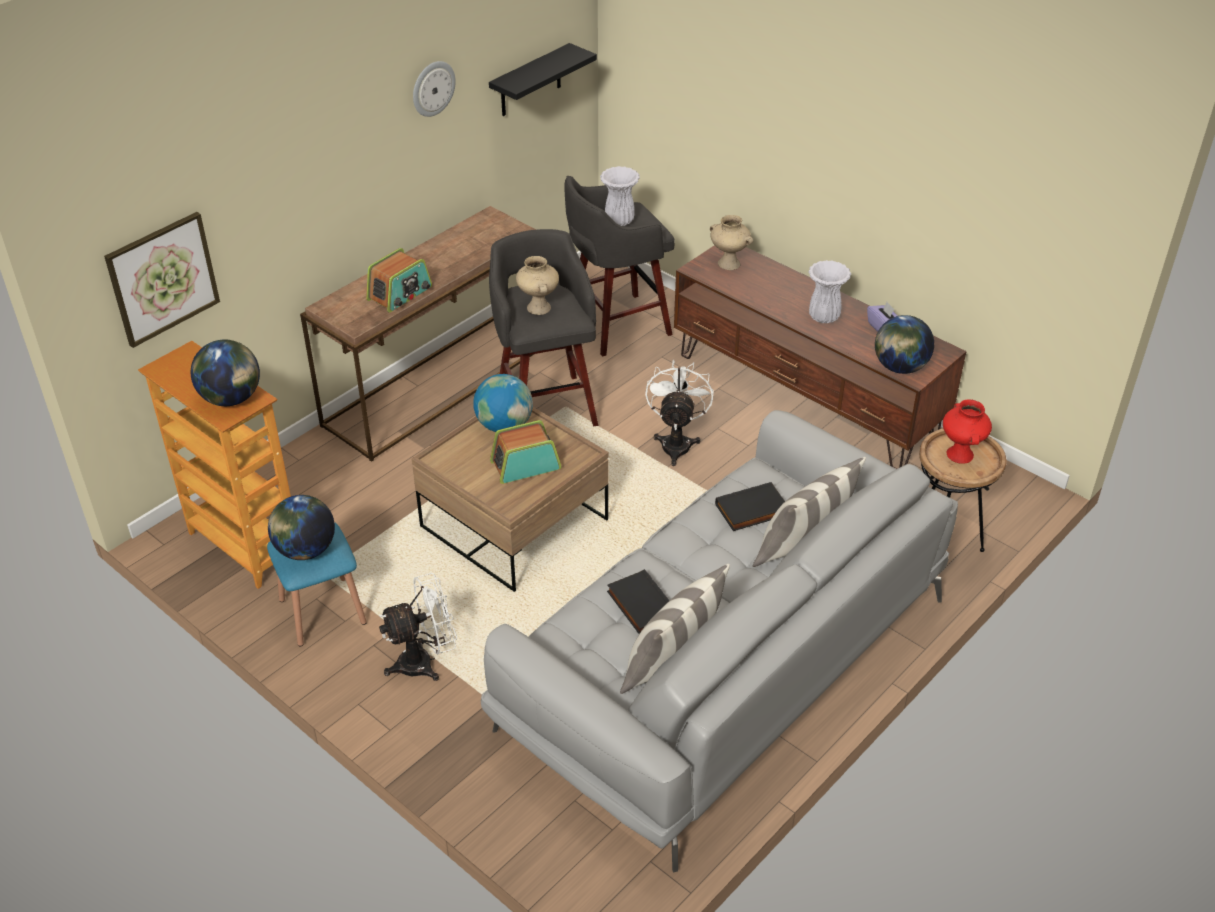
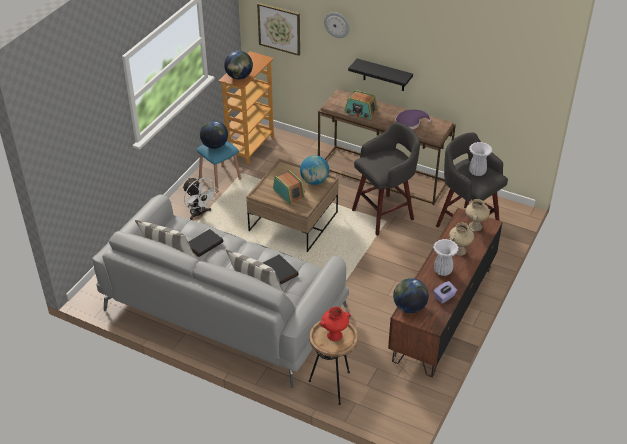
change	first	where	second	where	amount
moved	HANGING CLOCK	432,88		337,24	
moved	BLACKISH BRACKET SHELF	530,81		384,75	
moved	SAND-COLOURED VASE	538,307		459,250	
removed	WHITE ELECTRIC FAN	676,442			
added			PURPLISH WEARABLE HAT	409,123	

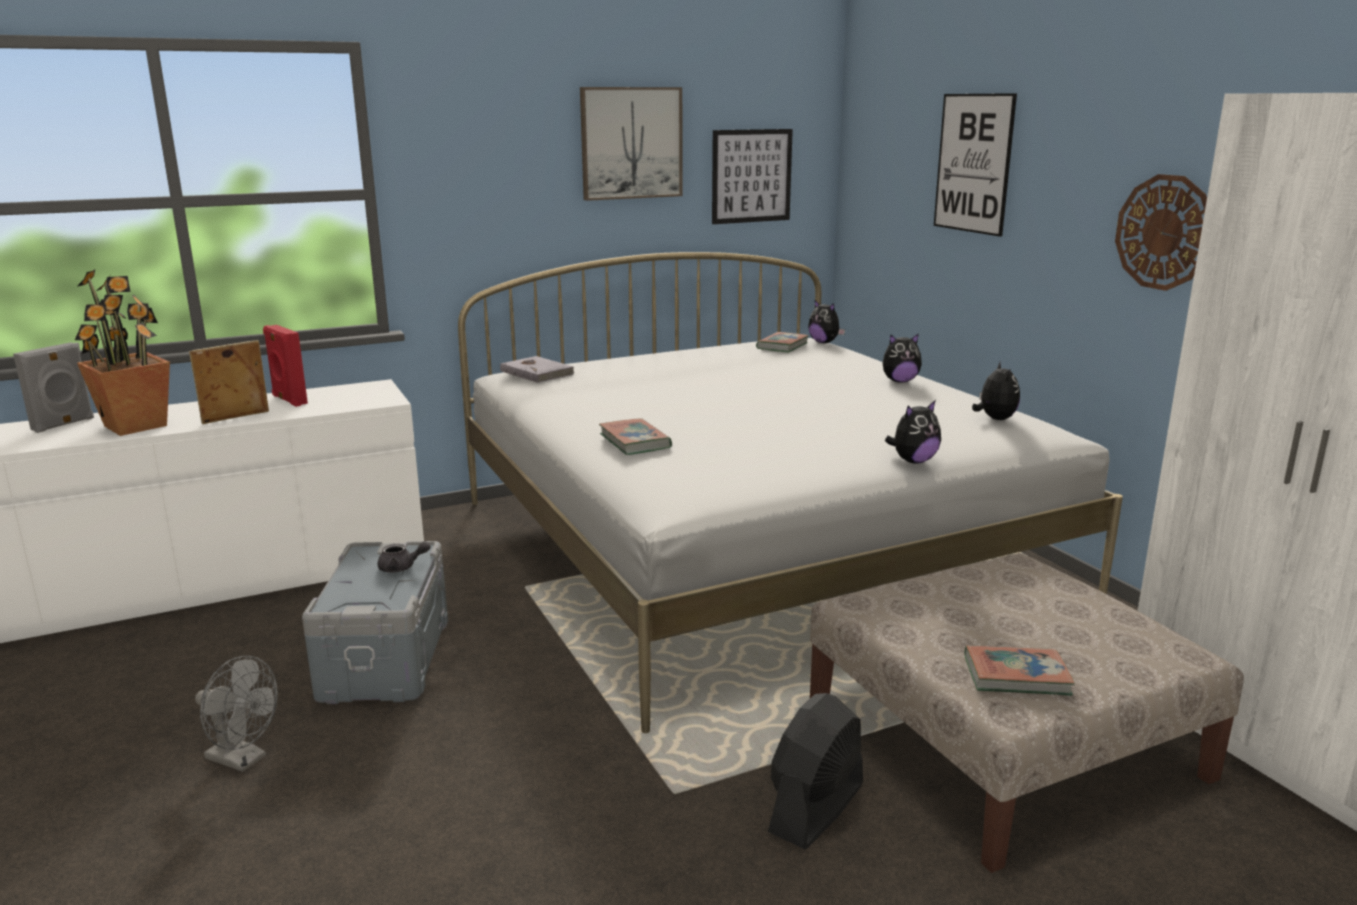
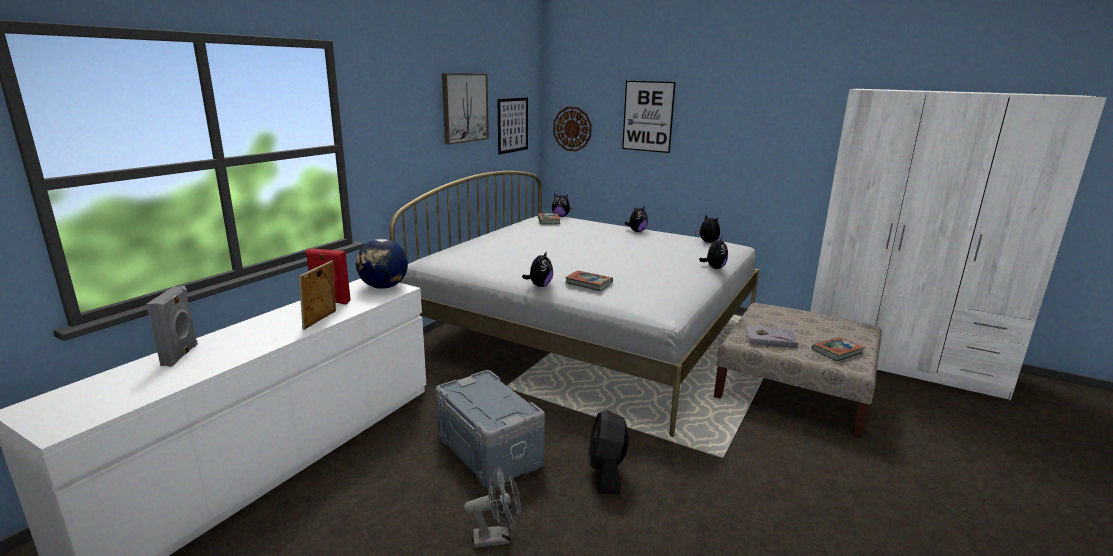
change	first	where	second	where	amount
removed	POTTED PLANT	136,425			
removed	GREYISH TEA POT	402,568			
moved	GREYISH VOLUME	537,372		769,338	
moved	BLACKISH ELECTRIC FAN	816,808		606,472	
moved	HANGING CLOCK	1164,232		572,129	
added			WORLD GLOBE	384,287	
added			SOFT TOY	539,285	

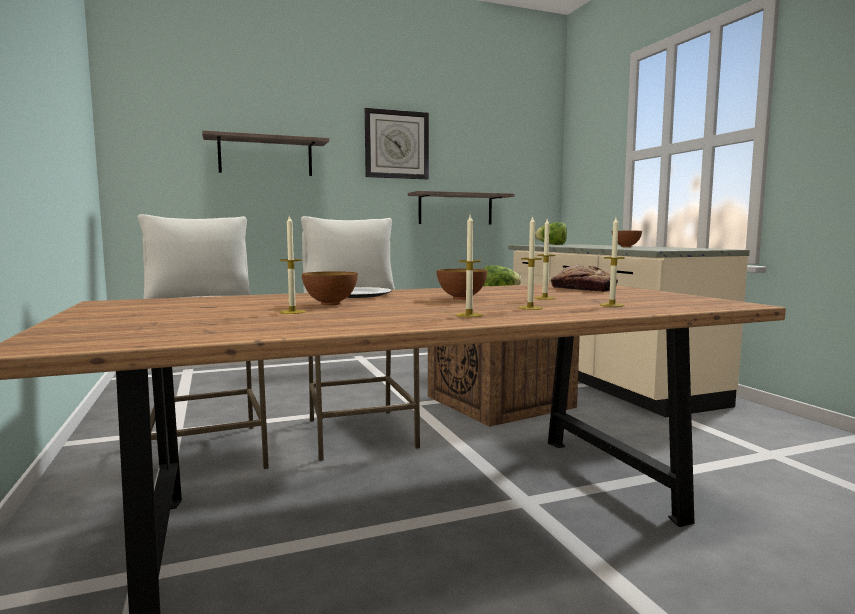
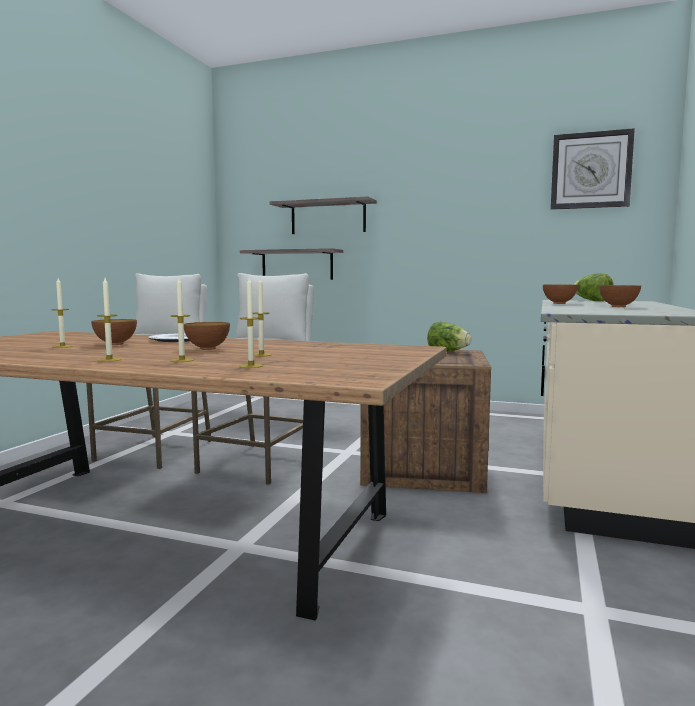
change	first	where	second	where	amount
moved	HANGING CLOCK	396,145		591,170	
moved	BRACKET SHELF	455,209		297,265	
removed	BAKERY BREAD	583,289			
added			BOWL	559,303	

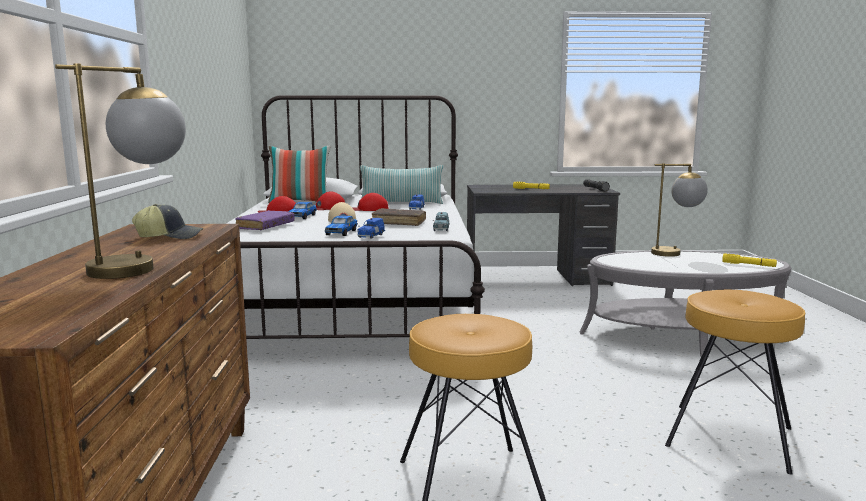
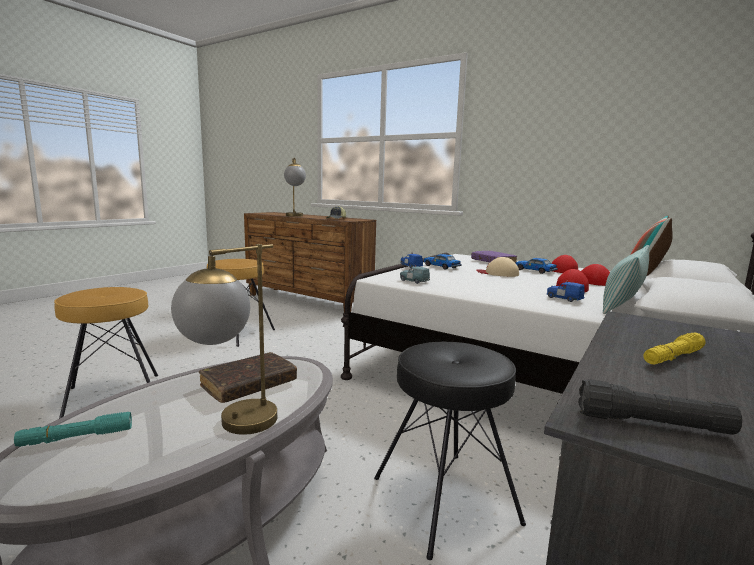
change	first	where	second	where	amount
moved	BROWN VOLUME	399,223		249,385	
recoloured	YELLOW HAND TORCH	748,265	TURQUOISE HAND TORCH	76,438	
added			BLACKISH SITTING STOOL	445,499	

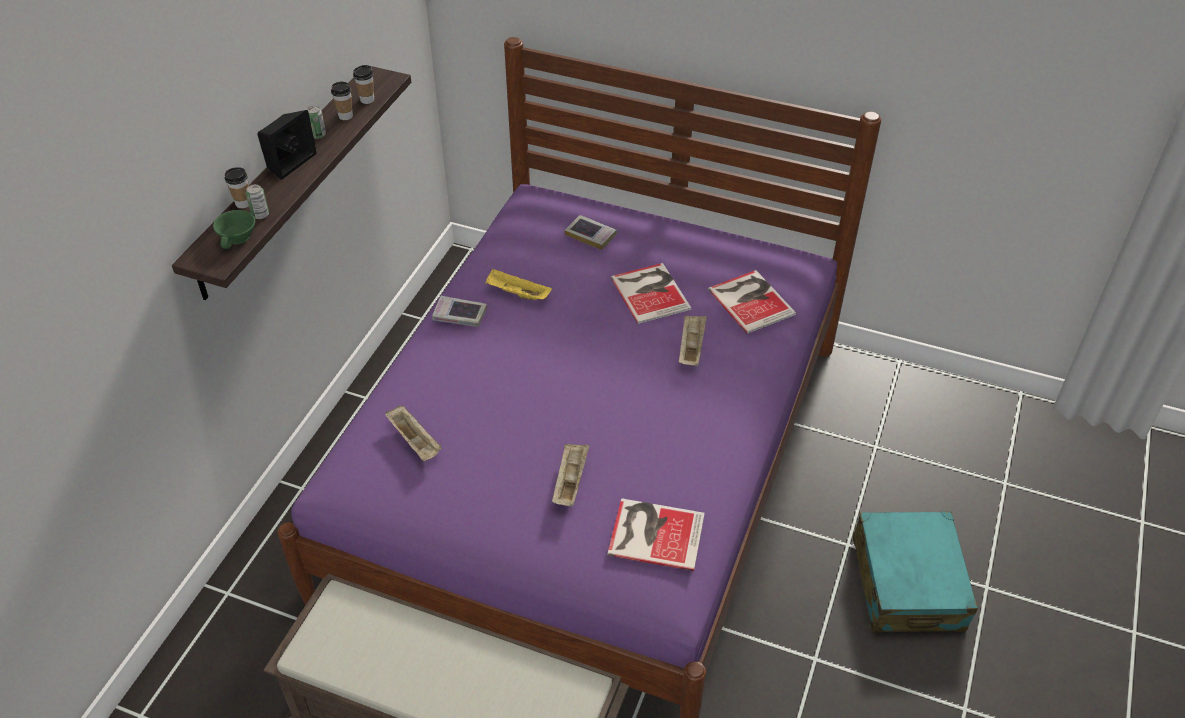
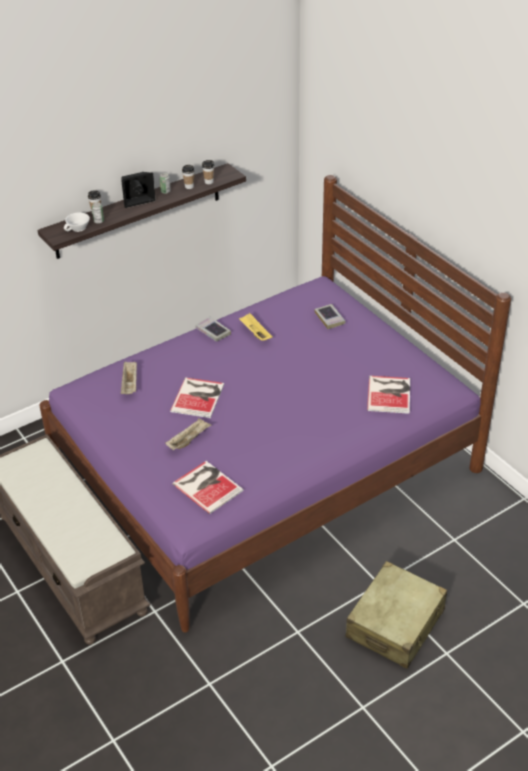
change	first	where	second	where	amount
recoloured	GREENISH DRINKING CUP	238,237	WHITE DRINKING CUP	78,228	
moved	VOLUME	651,292		199,397	
removed	SAND-COLOURED TRAY	691,347			
recoloured	TURQUOISE TRAVEL CASE	907,584	SAND-COLOURED TRAVEL CASE	395,624	

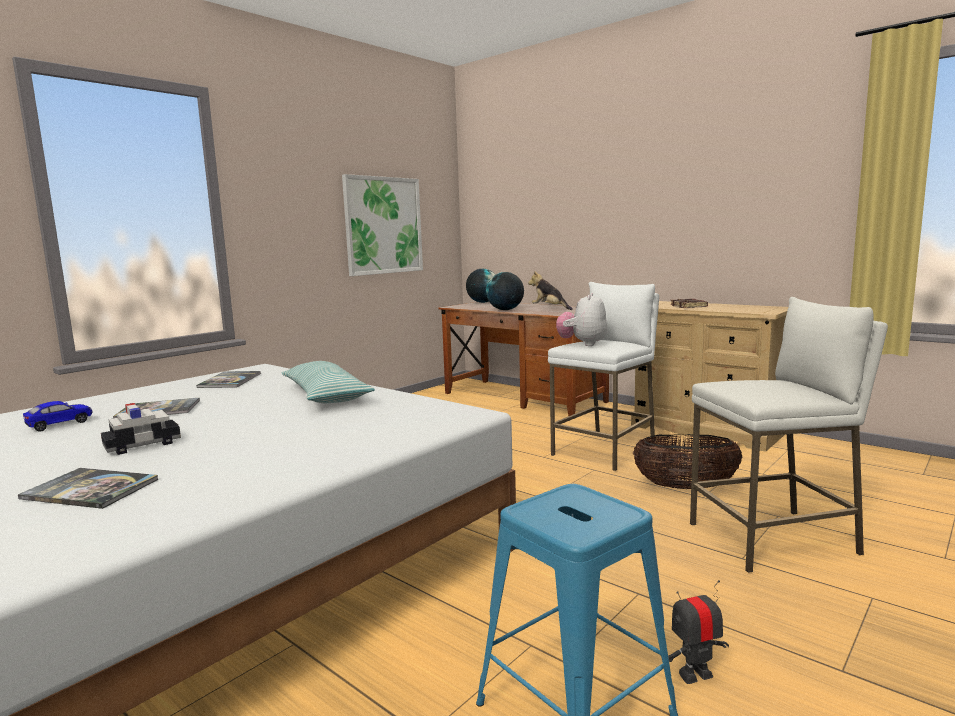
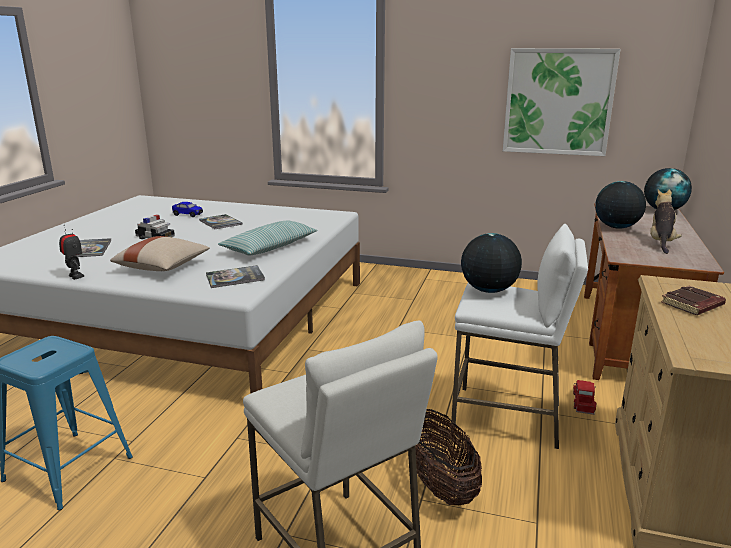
change	first	where	second	where	amount
moved	VOLUME	230,380		235,277	
replaced	SOFT TOY	582,344	WORLD GLOBE	488,290	
moved	TOY ROBOT	695,675		76,276	
added			SAND-COLOURED CUSHION	163,267	
added			TOY TRUCK	583,403	

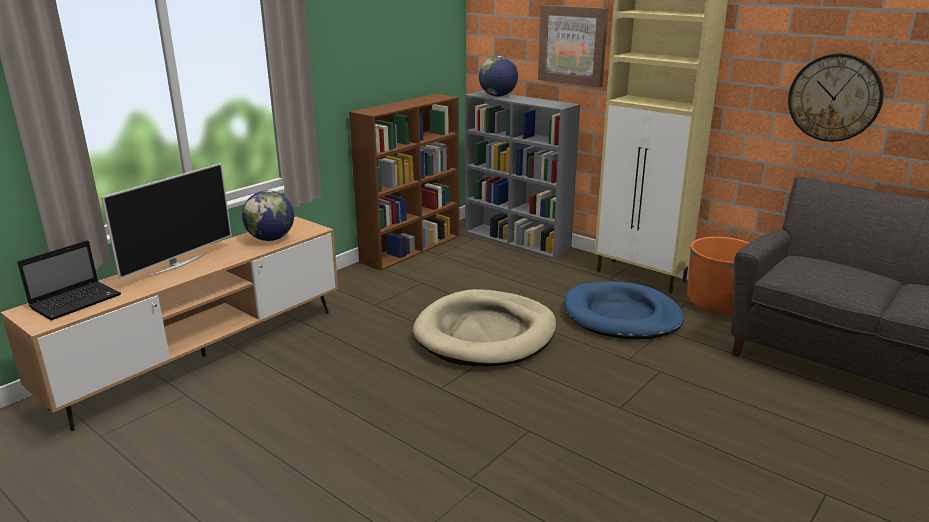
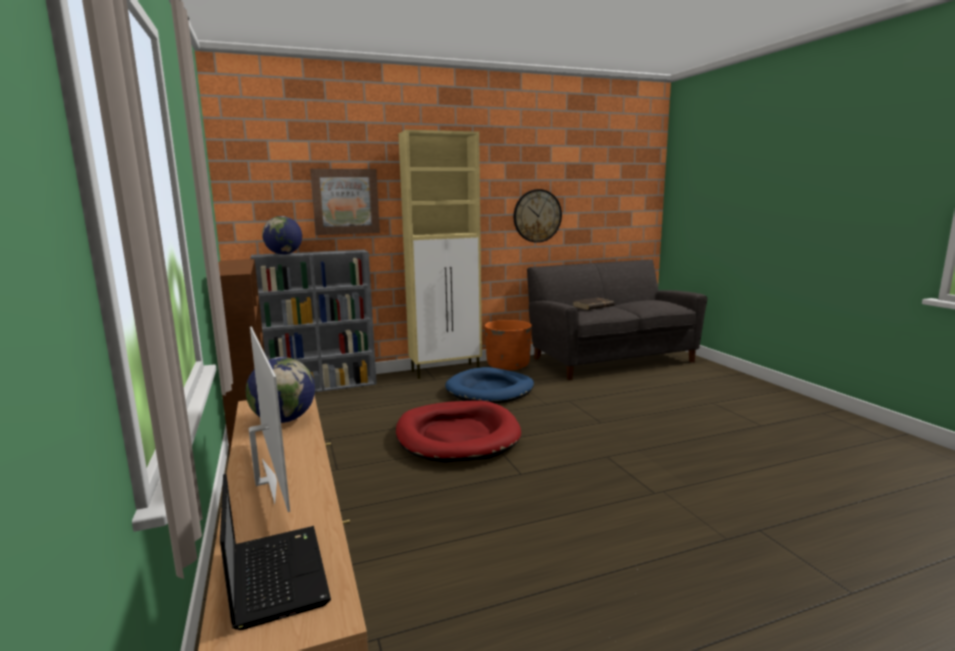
change	first	where	second	where	amount
recoloured	SAND-COLOURED PET BED	485,333	RED PET BED	457,436	
added			BROWN VOLUME	593,306	

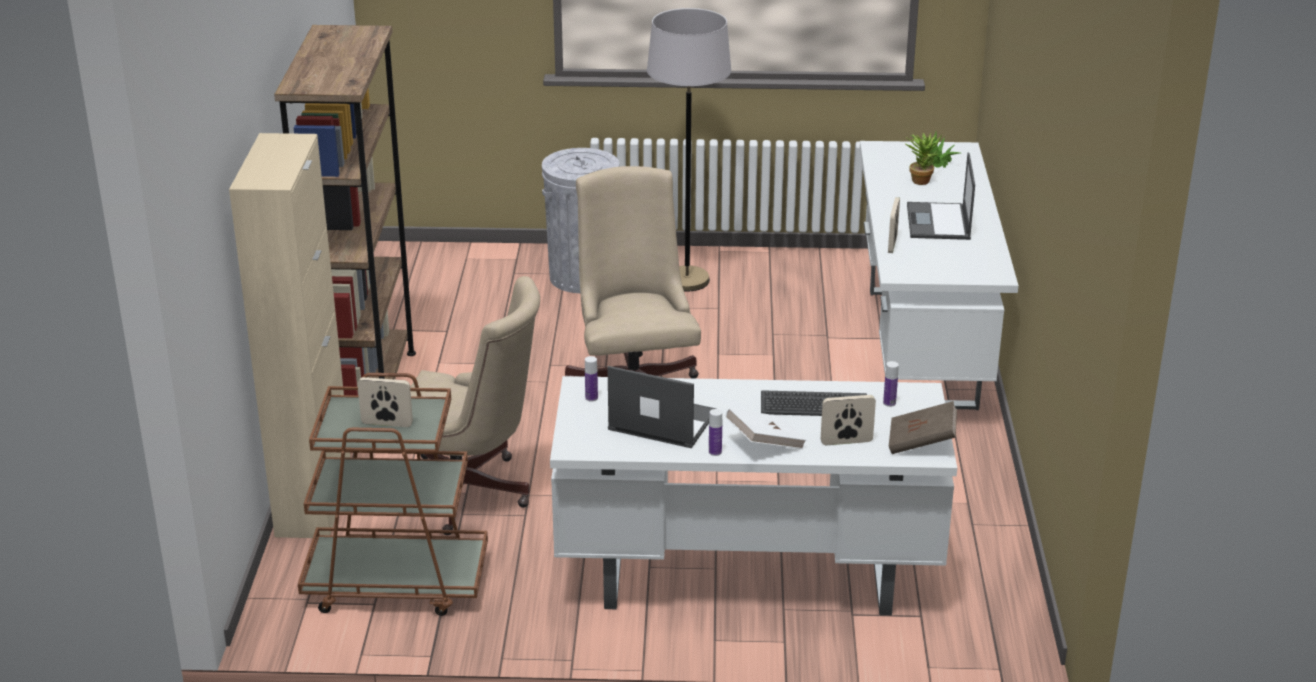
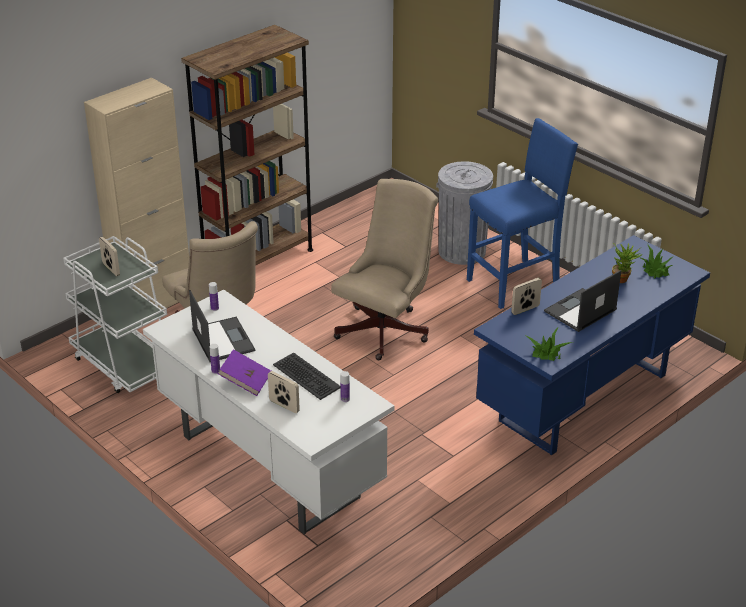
change	first	where	second	where	amount
recoloured	BROWN WHEELED CART	395,582	WHITE WHEELED CART	124,364	
replaced	GREYISH STANDING LAMP	687,280	BLUE-COLOURED SITTING STOOL	515,283	
recoloured	WHITE VOLUME	765,443	PURPLISH VOLUME	245,381	
recoloured	WHITE DESK TABLE	923,348	BLUE-COLOURED DESK TABLE	584,398	
removed	BROWN VOLUME	921,443			
added			POTTED PLANT	546,353	

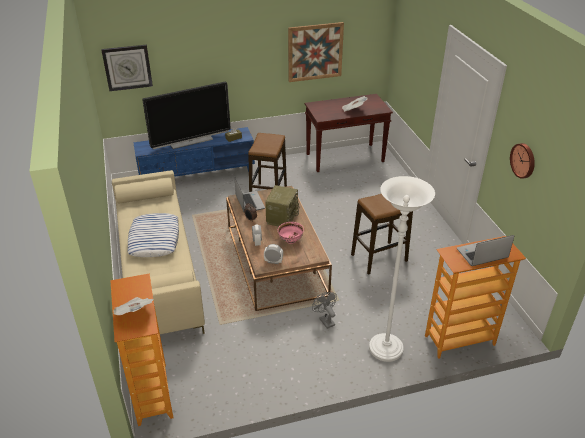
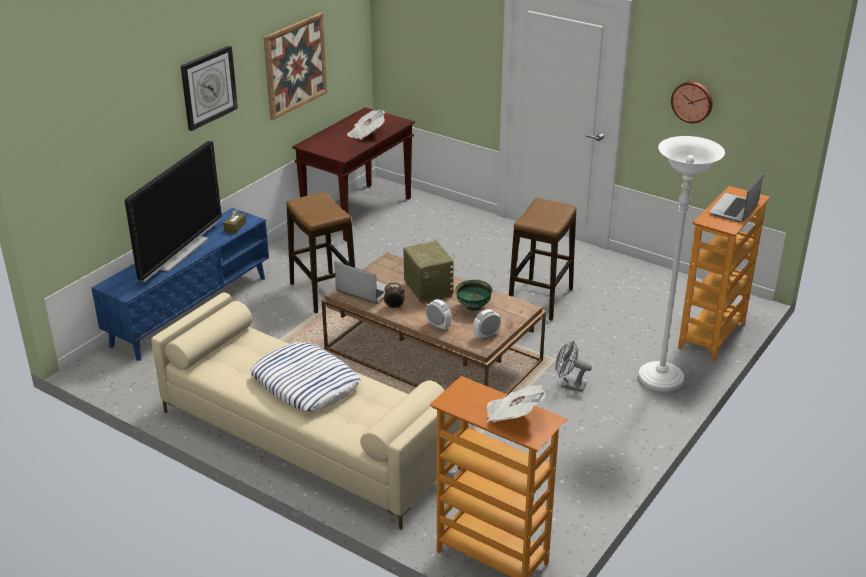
change	first	where	second	where	amount
moved	HANGING CLOCK	127,67		208,87	
recoloured	PINKISH BOWL	290,241	GREENISH BOWL	473,307	

